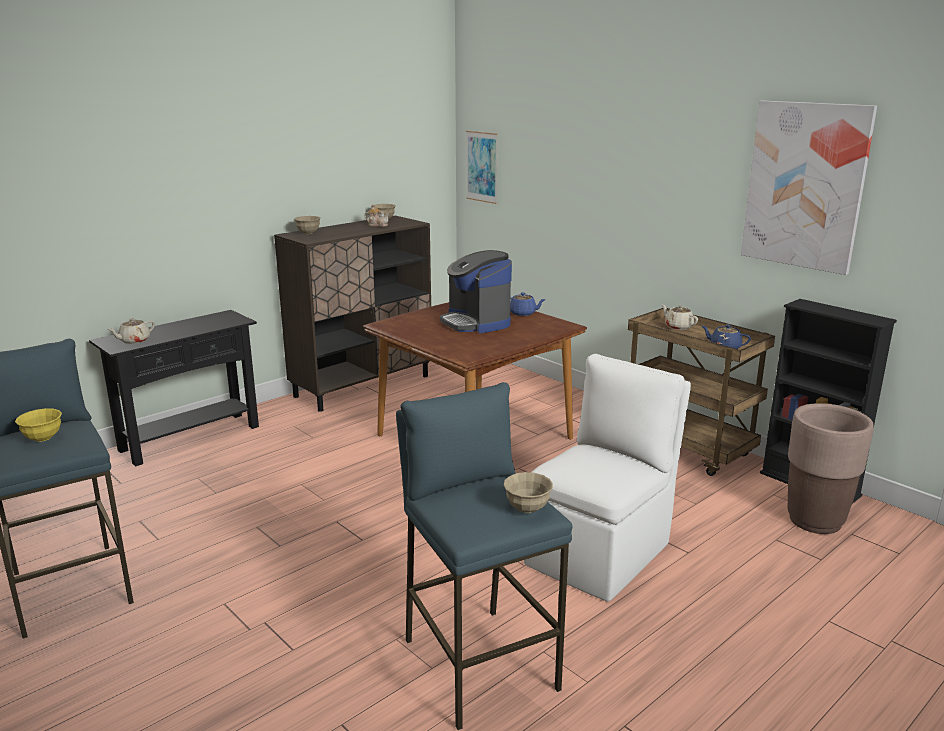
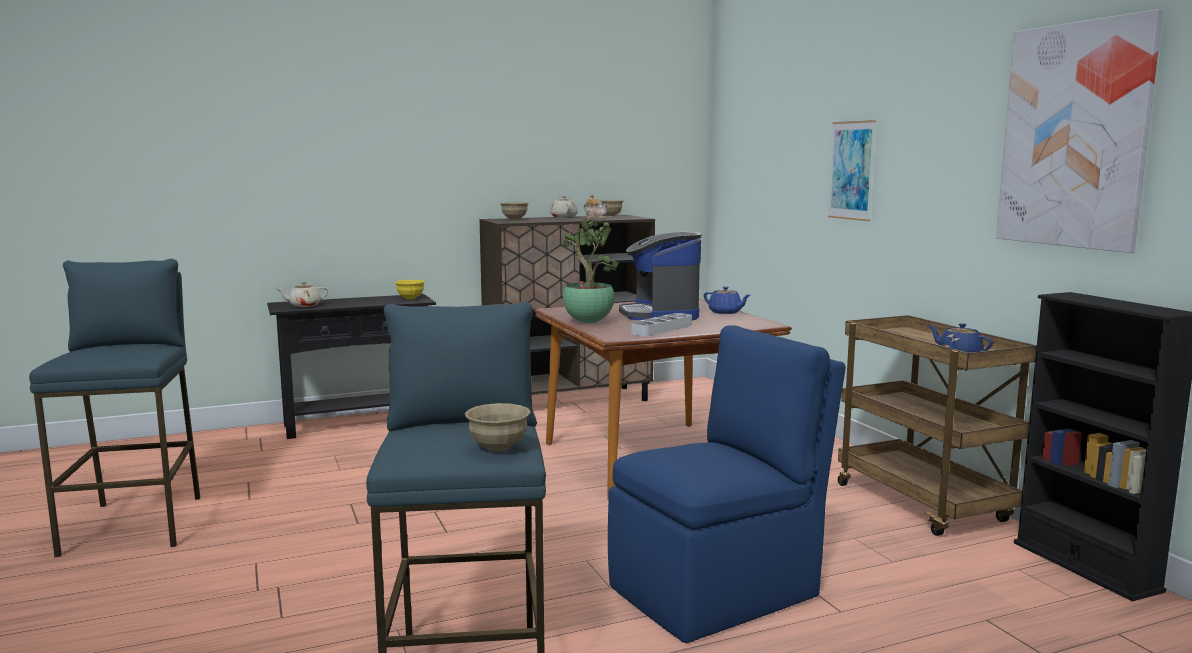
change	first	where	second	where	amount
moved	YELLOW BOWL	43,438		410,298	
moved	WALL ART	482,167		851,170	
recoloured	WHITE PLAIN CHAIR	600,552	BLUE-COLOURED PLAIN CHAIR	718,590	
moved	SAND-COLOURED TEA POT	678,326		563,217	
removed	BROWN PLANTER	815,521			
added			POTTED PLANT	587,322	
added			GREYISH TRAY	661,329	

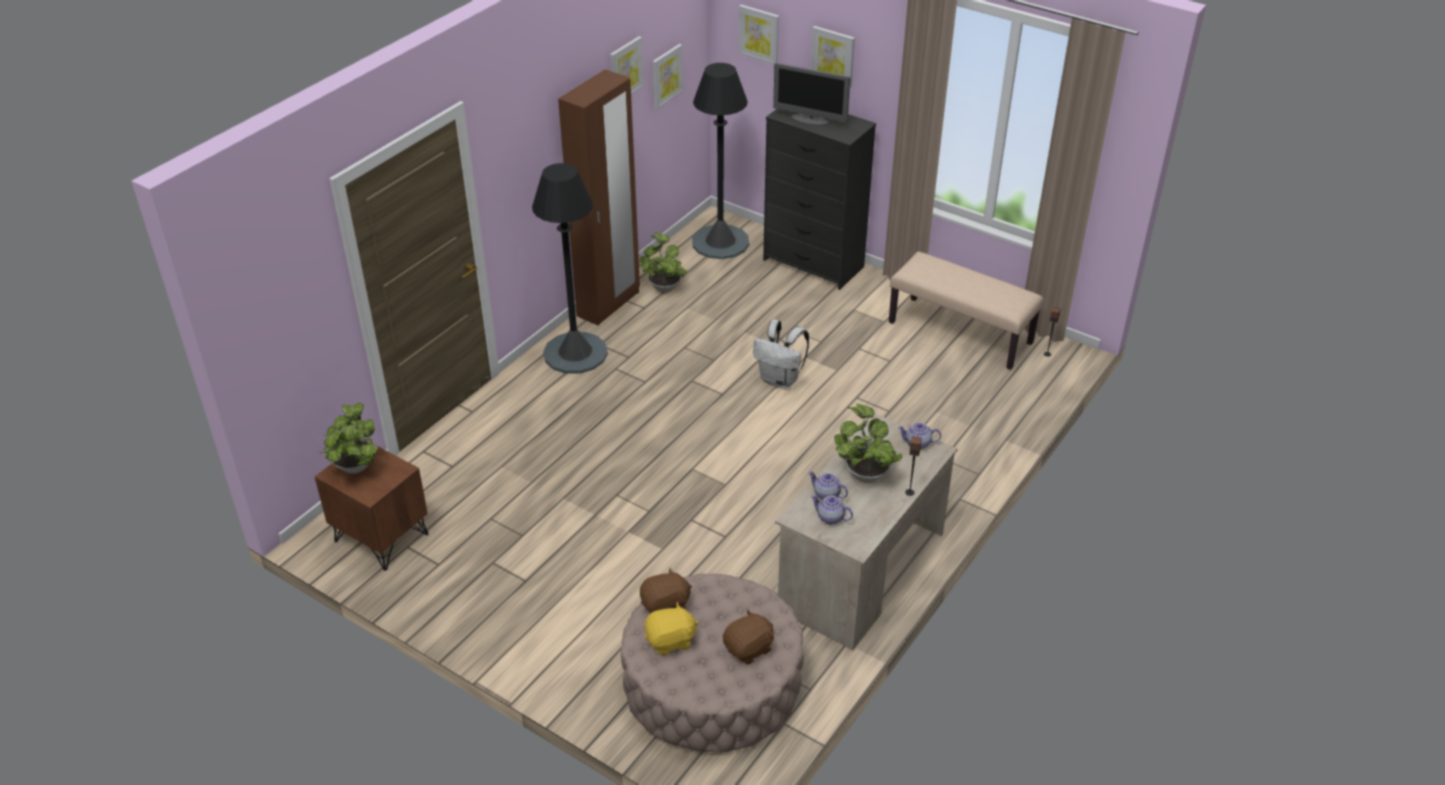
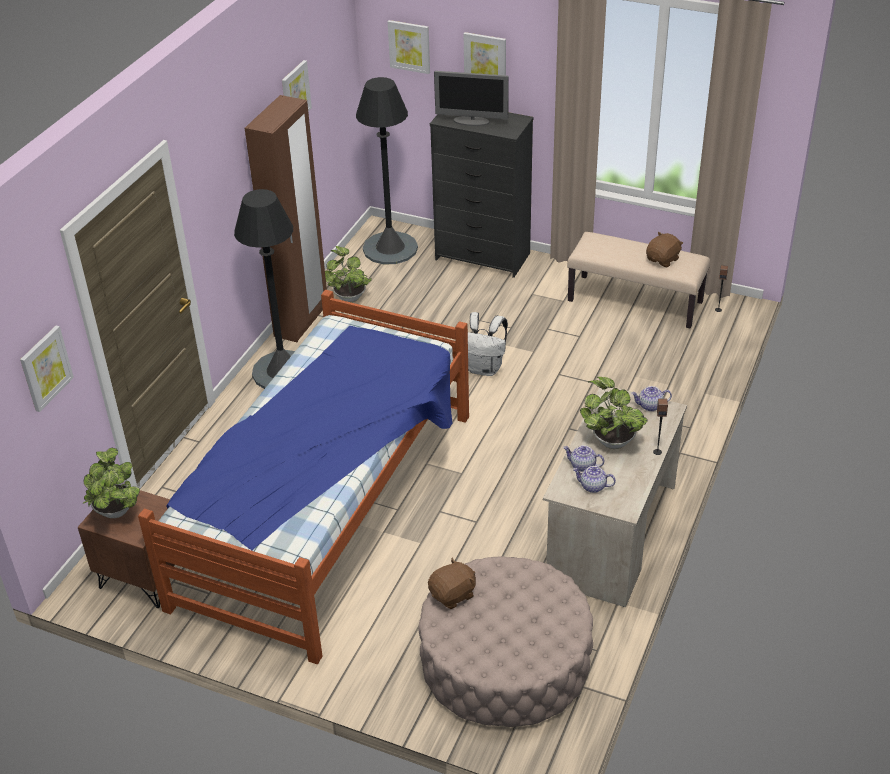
change	first	where	second	where	amount
removed	YELLOW SOFT TOY	671,641			
moved	WALL ART	666,76		45,368	
moved	BROWN SOFT TOY	749,649		663,260	
added			BED	329,507	

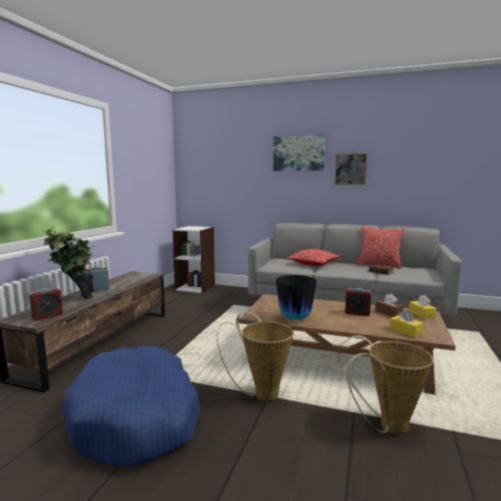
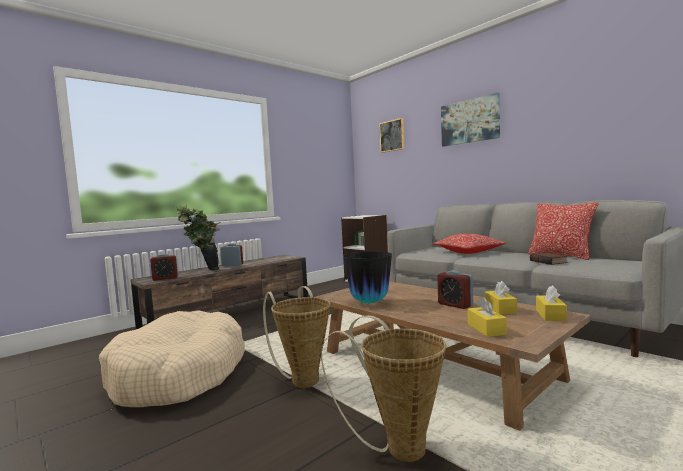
change	first	where	second	where	amount
recoloured	BLUE-COLOURED PET BED	137,418	SAND-COLOURED PET BED	179,374	
moved	WALL ART	350,169		392,135	
recoloured	BROWN TISSUE BOX	388,313	YELLOW TISSUE BOX	500,309	

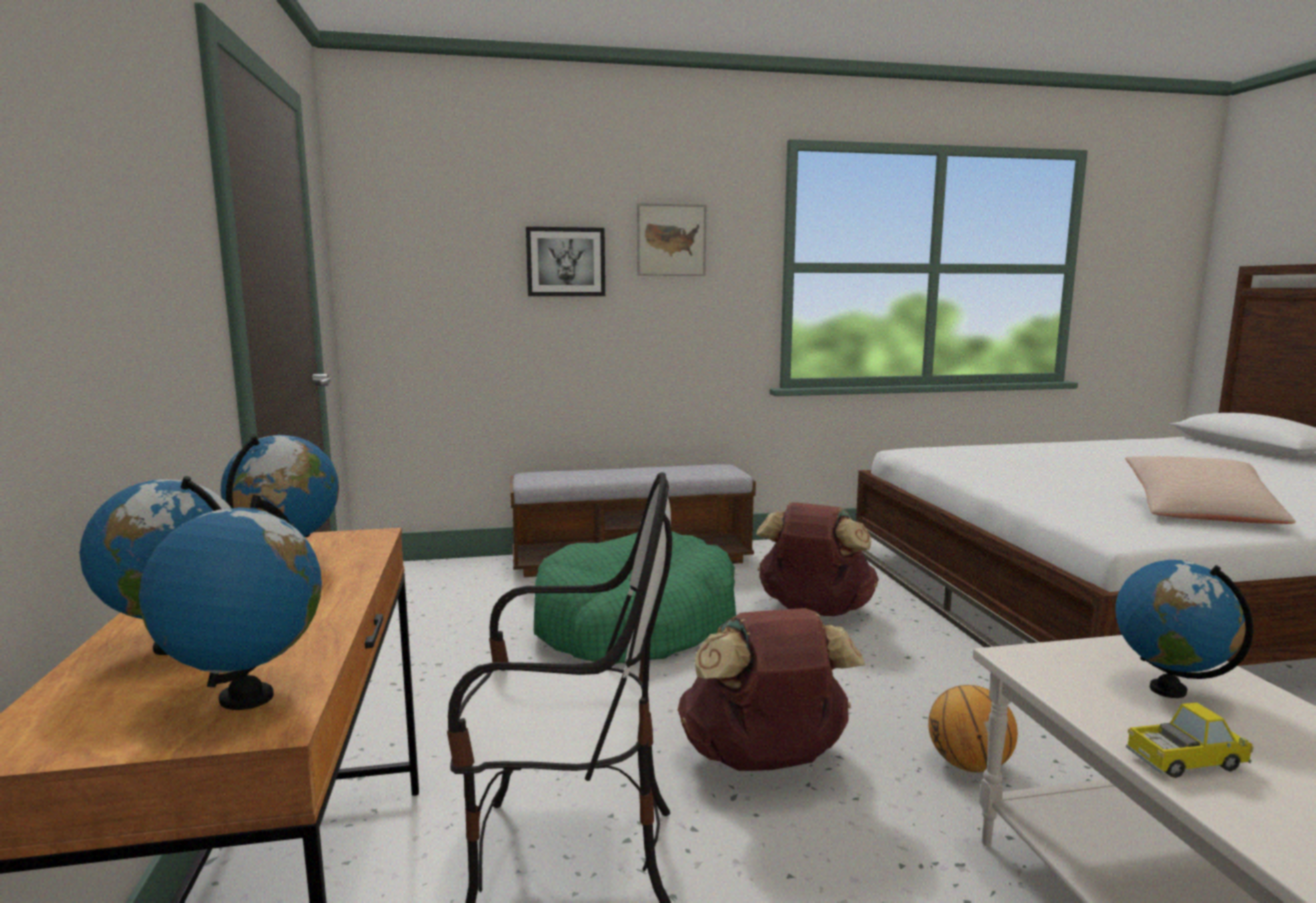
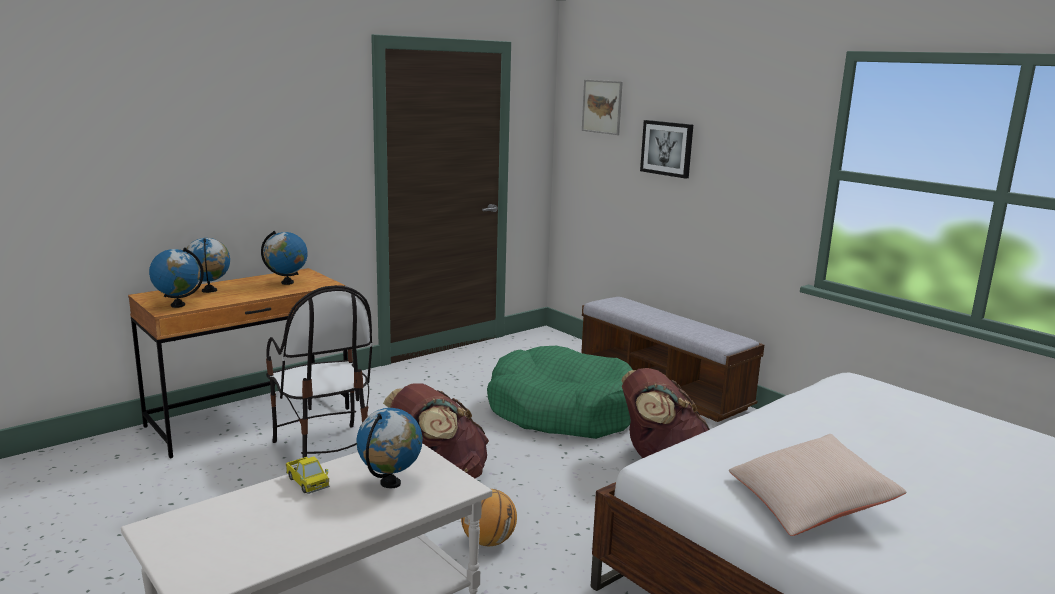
change	first	where	second	where	amount
moved	WALL ART	671,240		602,106	

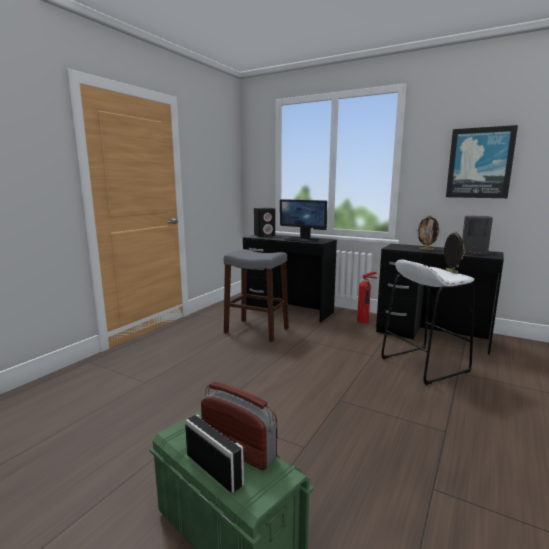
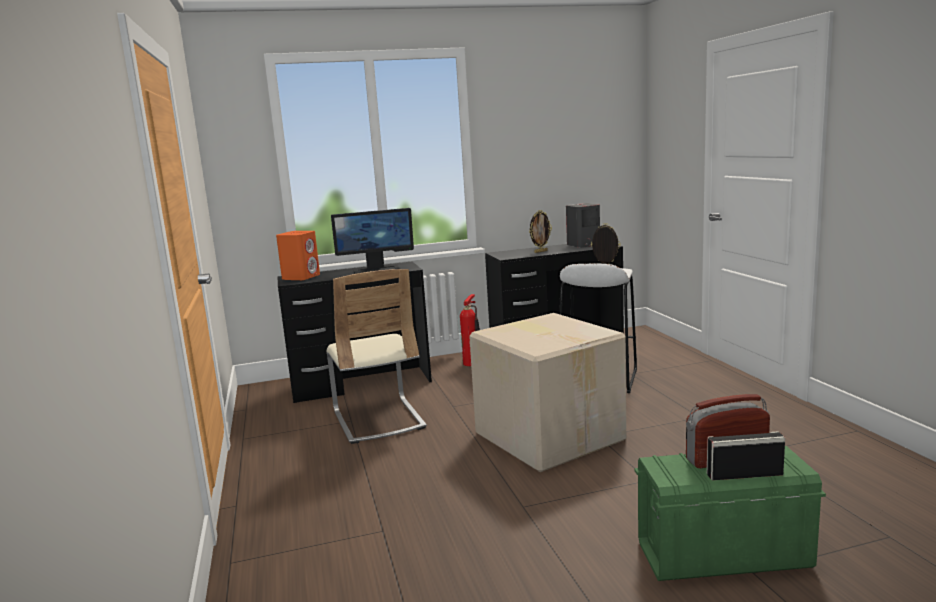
change	first	where	second	where	amount
replaced	GREYISH SITTING STOOL	256,330	SAND-COLOURED PLAIN CHAIR	378,420	
recoloured	BLACKISH AUDIO SPEAKER	264,235	ORANGE-COLOURED AUDIO SPEAKER	301,277	
removed	WALL ART	479,163			
added			CARDBOARD BOX	549,436	

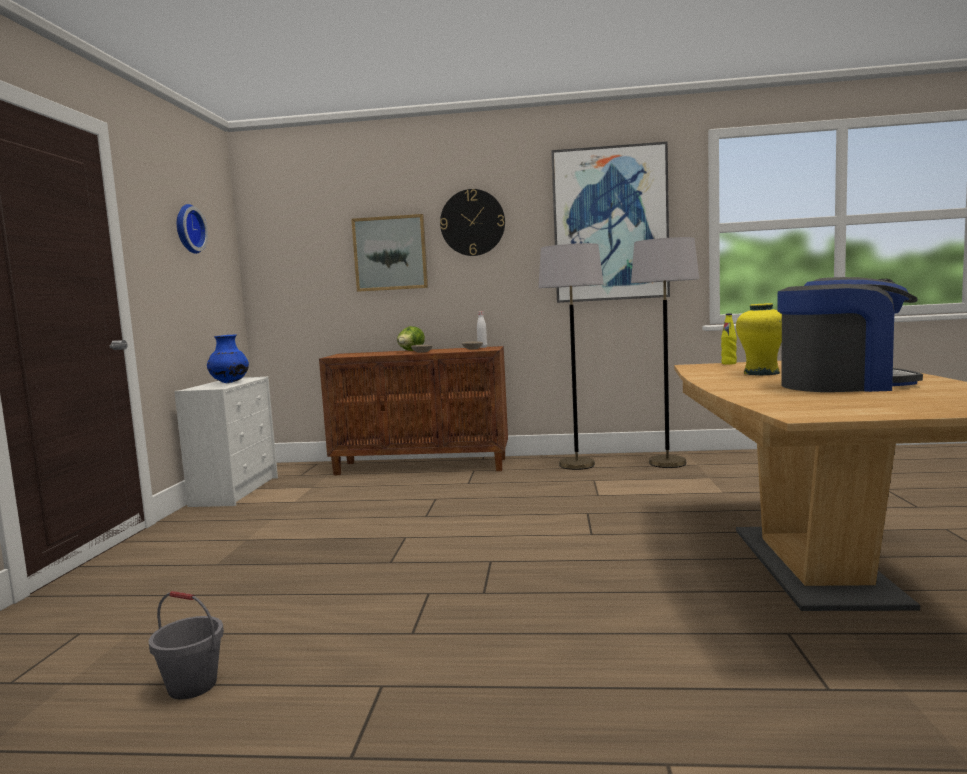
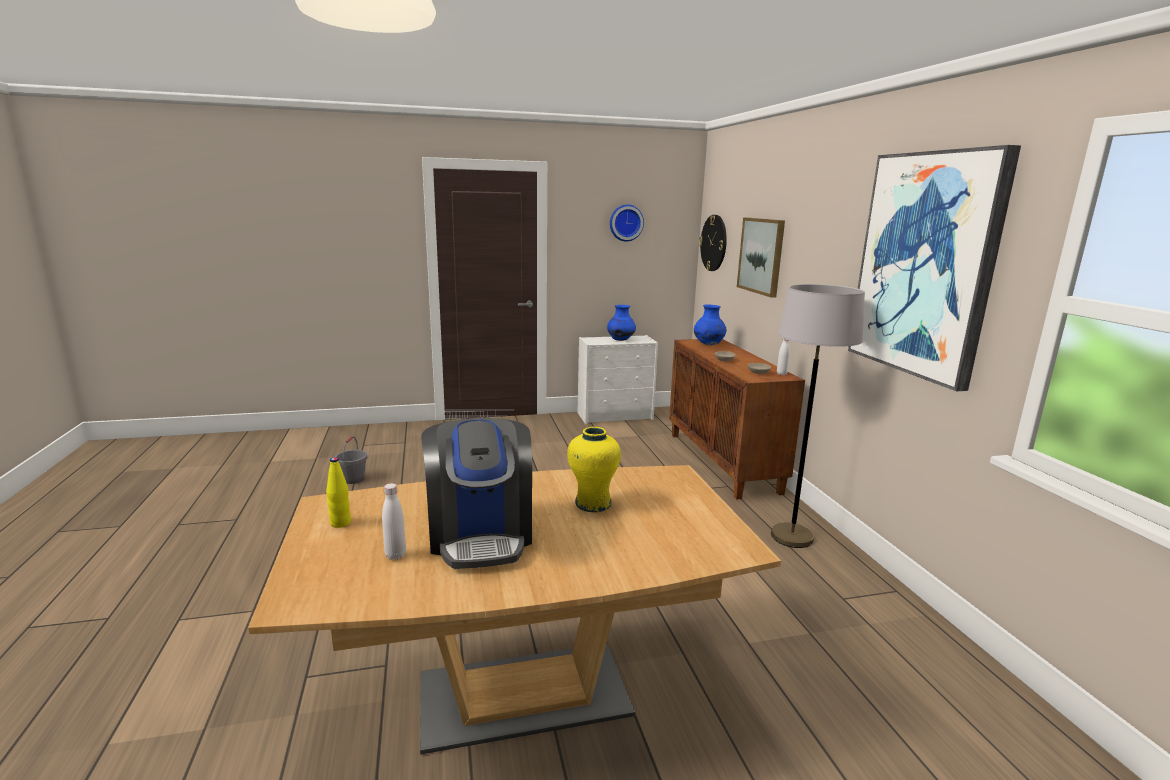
change	first	where	second	where	amount
removed	HEAD OF LETTUCE	410,351			
moved	HANGING CLOCK	472,222		714,243	
removed	GREYISH STANDING LAMP	667,463			
moved	YELLOW DRINK BOTTLE	728,363		340,523	
added			WHITE DRINK BOTTLE	395,555	
added			BLUE-COLOURED VASE	708,344	

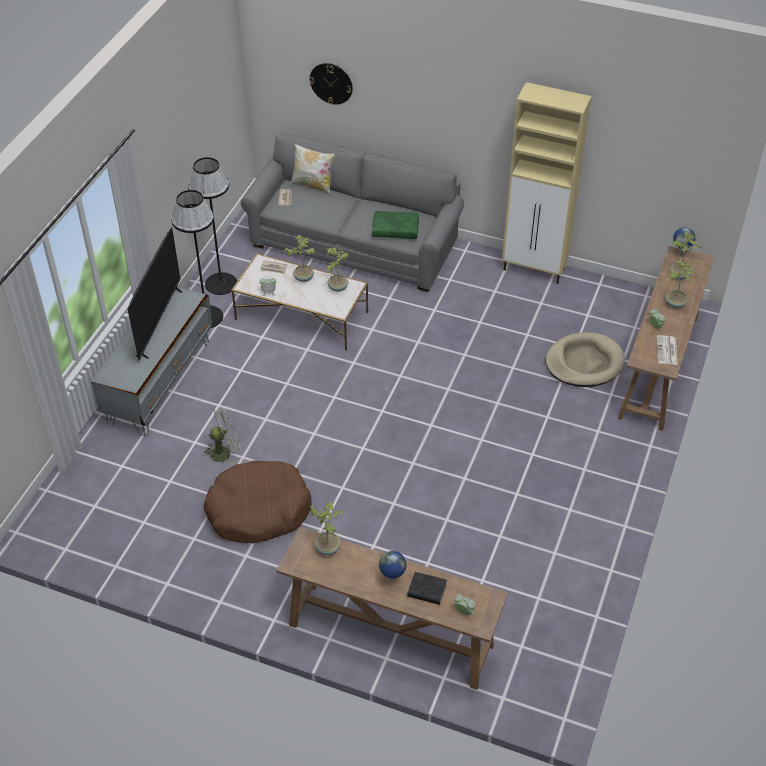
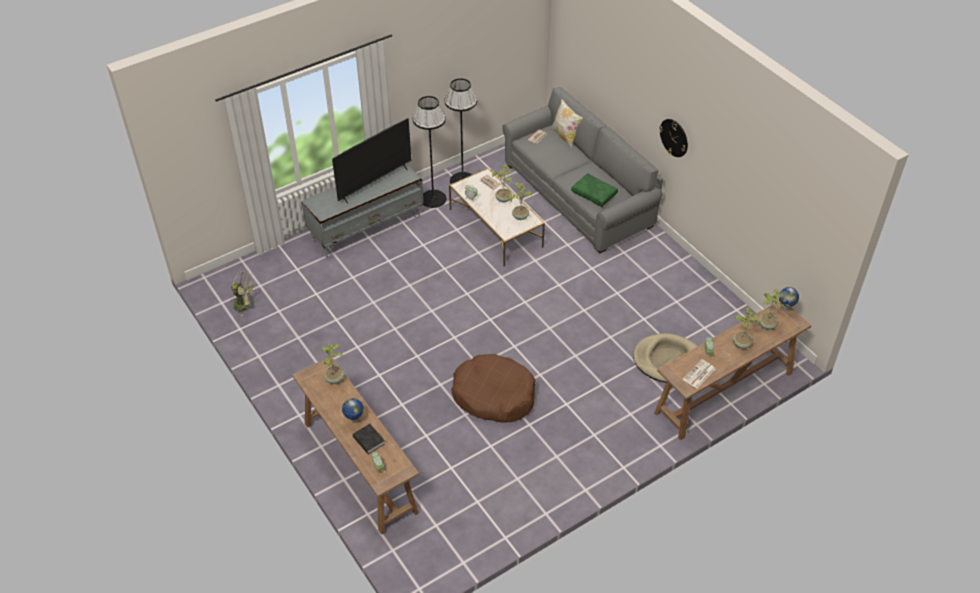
change	first	where	second	where	amount
moved	GREENISH ELECTRIC FAN	224,452		245,306	
moved	BROWN PET BED	258,510		494,395	
moved	HANGING CLOCK	331,83		674,137	
removed	SAND-COLOURED CABINET	534,270			

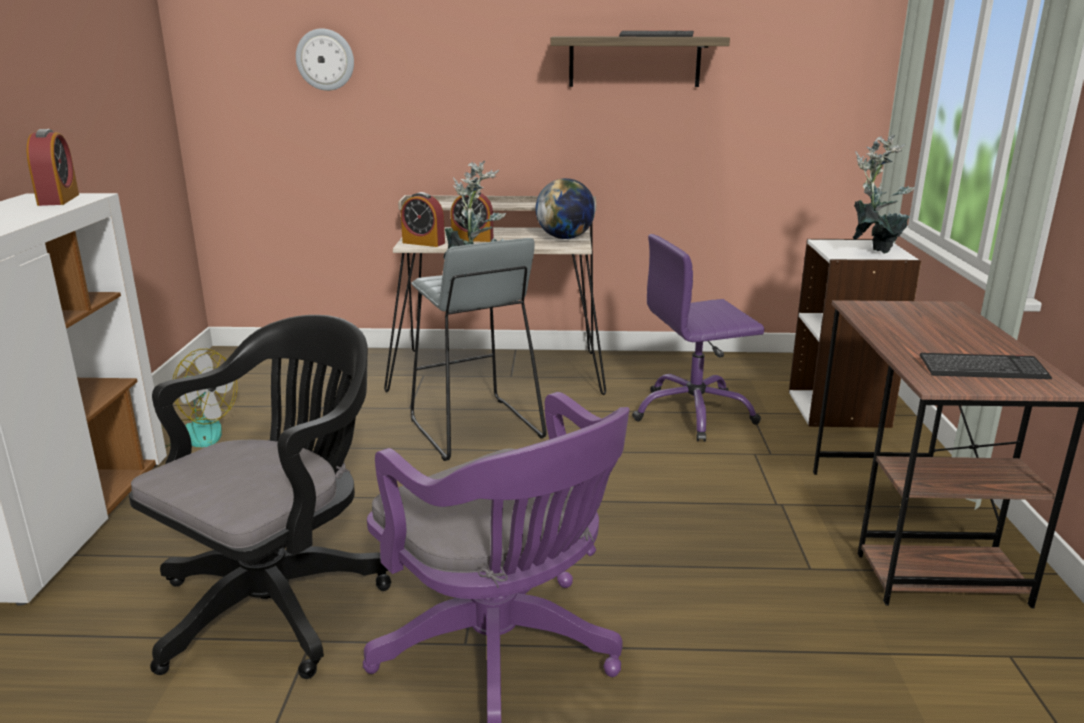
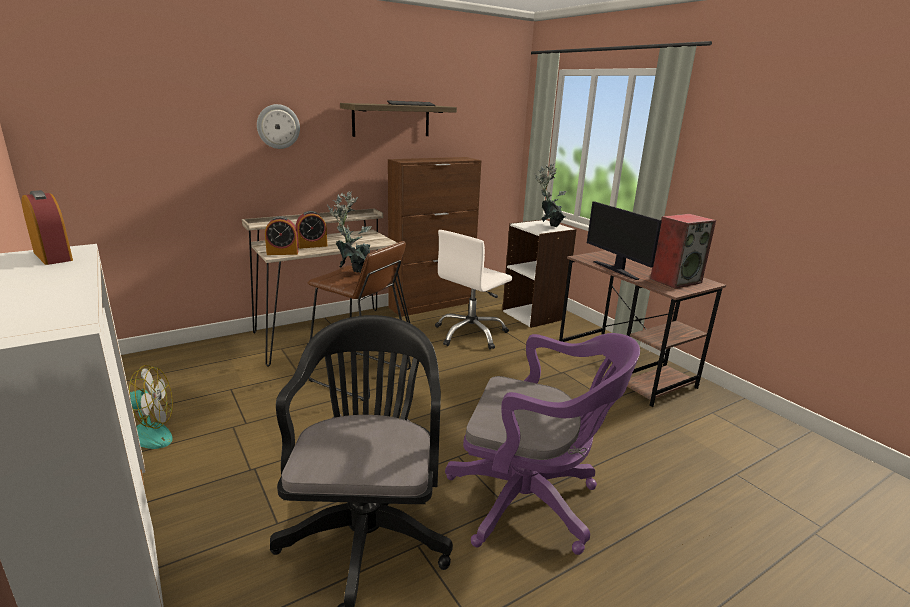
change	first	where	second	where	amount
moved	HANGING CLOCK	325,59		278,126	
recoloured	GREYISH SITTING STOOL	475,429	BROWN SITTING STOOL	359,375	
removed	WORLD GLOBE	565,238			
recoloured	PURPLISH COMPUTER CHAIR	693,413	WHITE COMPUTER CHAIR	471,334	
replaced	COMPUTER KEYBOARD	982,369	AUDIO SPEAKER	675,280	
added			BROWN CABINET	432,305	
added			MONITOR	616,270	

